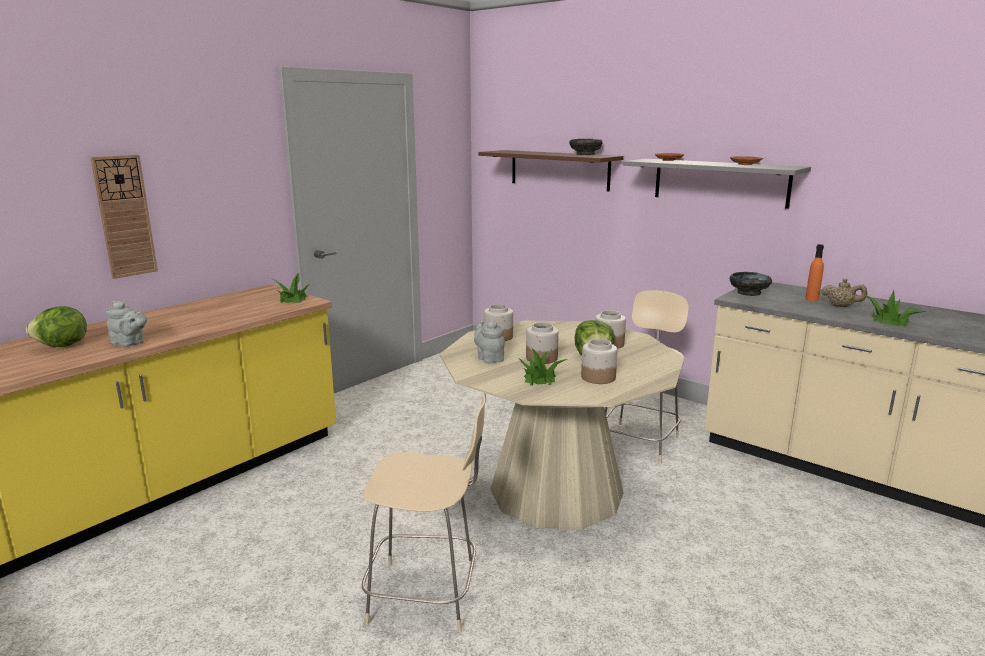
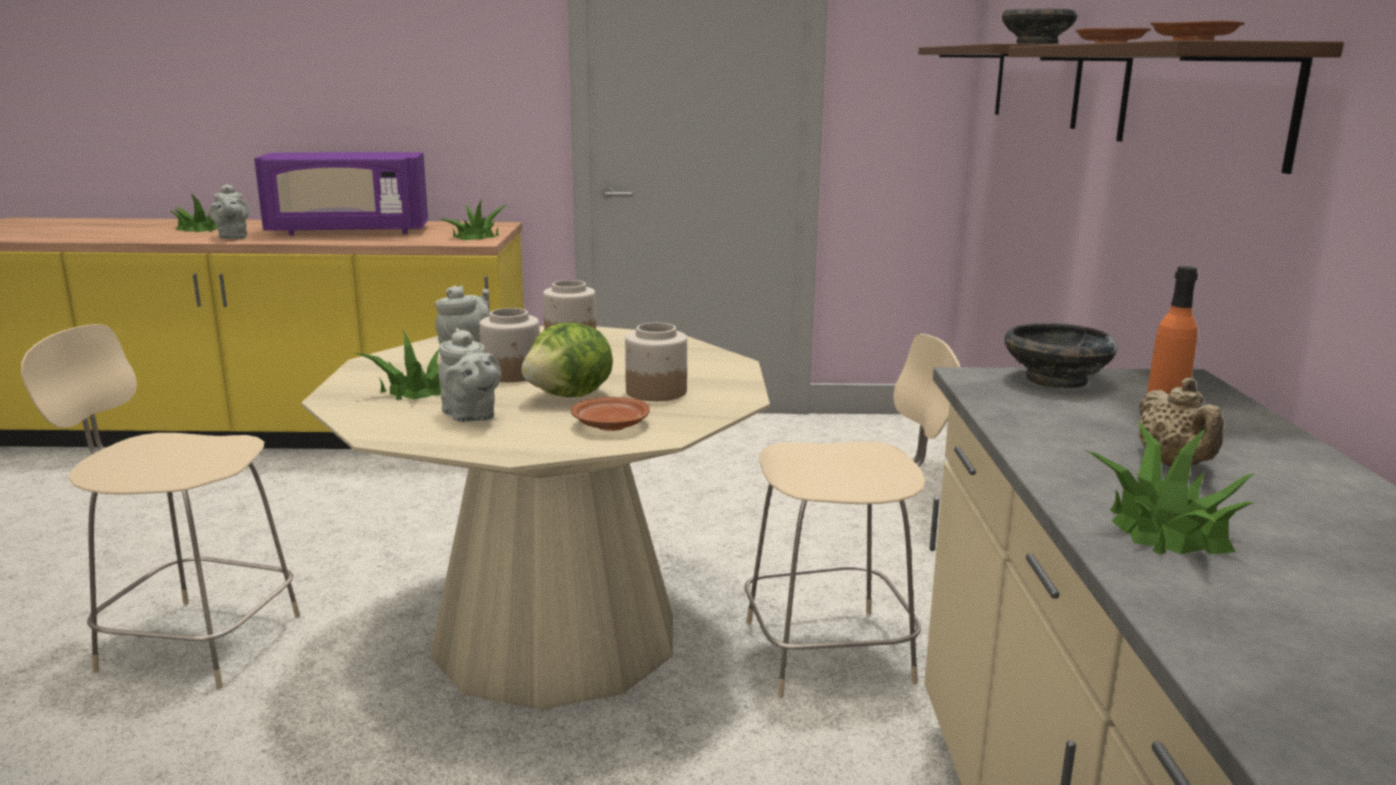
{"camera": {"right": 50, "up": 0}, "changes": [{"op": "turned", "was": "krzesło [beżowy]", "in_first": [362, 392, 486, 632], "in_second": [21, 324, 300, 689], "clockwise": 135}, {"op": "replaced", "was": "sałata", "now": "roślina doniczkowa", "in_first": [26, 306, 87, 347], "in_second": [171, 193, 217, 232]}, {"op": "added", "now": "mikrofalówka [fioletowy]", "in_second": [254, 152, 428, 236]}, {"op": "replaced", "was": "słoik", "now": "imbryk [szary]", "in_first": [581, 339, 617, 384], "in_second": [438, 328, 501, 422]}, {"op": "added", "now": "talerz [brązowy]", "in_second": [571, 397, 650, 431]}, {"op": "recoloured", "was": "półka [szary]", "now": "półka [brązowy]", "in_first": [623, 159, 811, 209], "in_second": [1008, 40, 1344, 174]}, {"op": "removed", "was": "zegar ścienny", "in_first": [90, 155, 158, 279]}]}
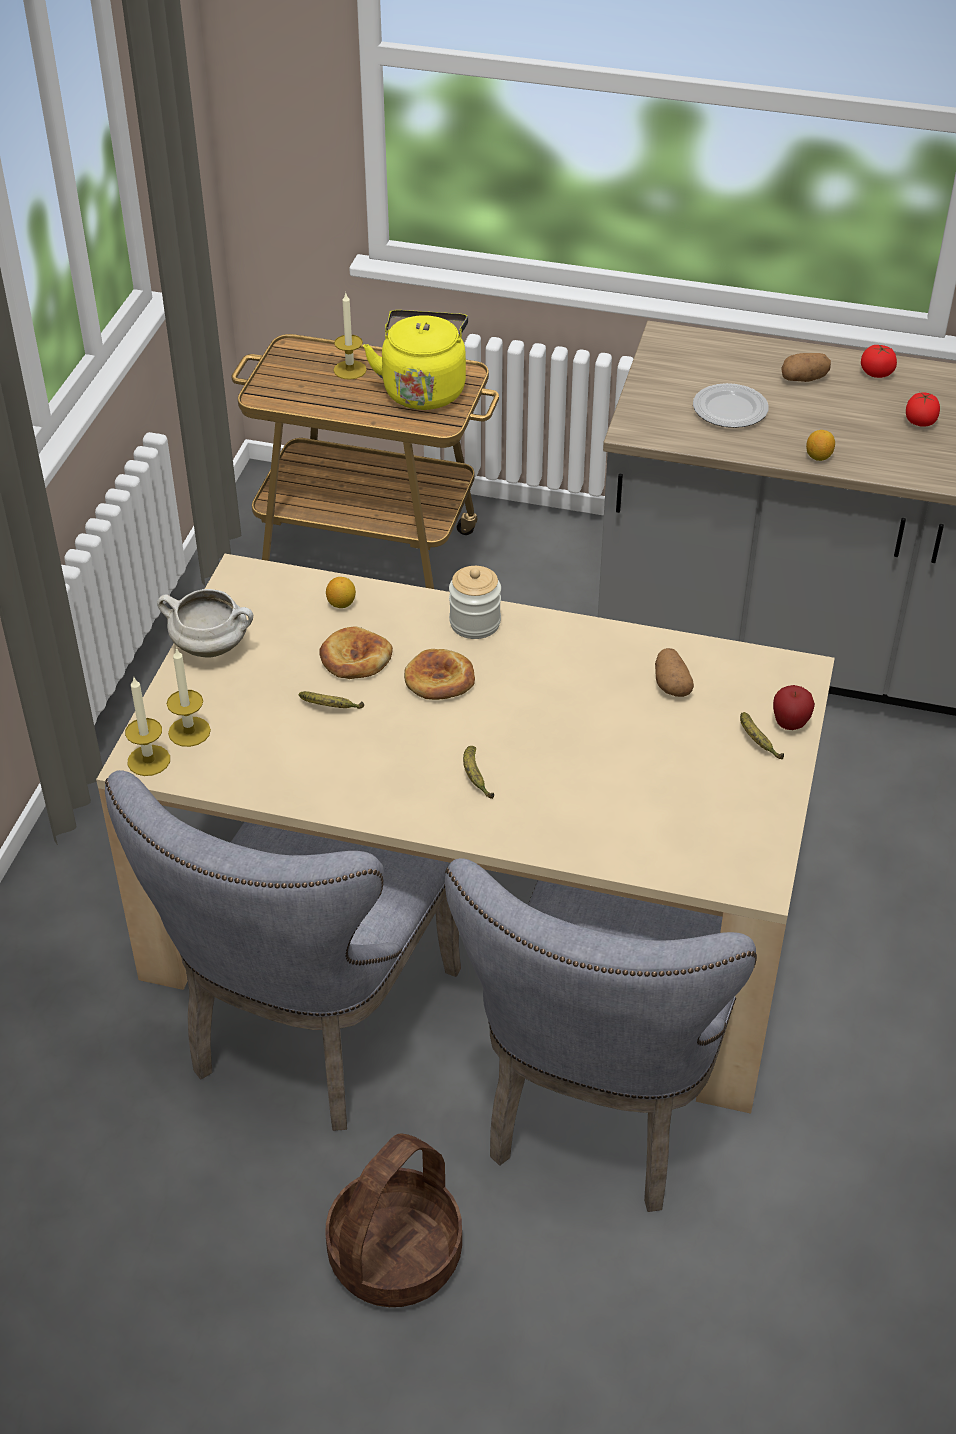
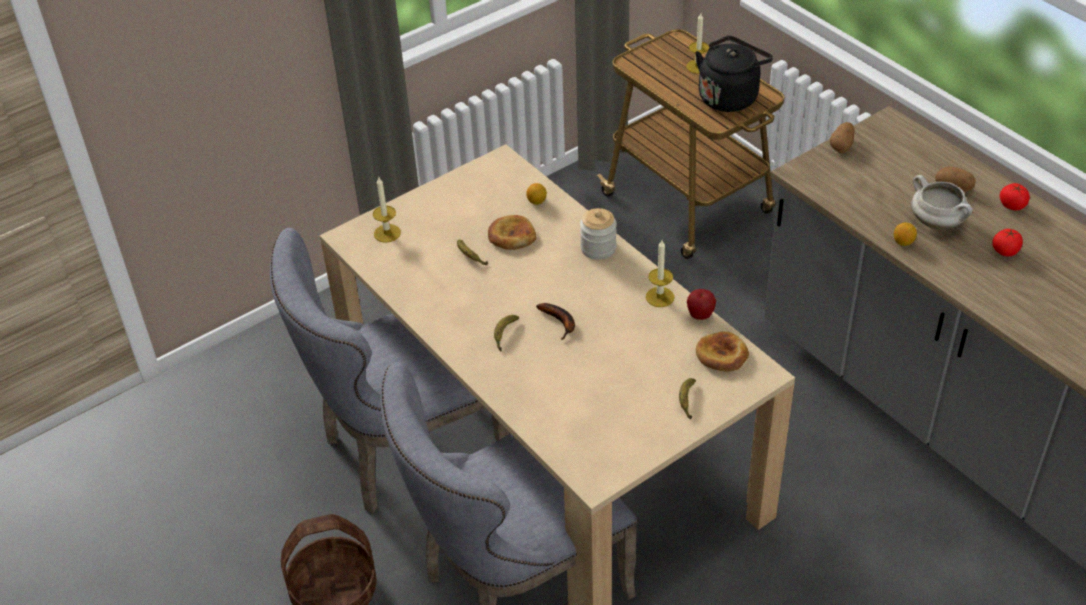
{"camera": {"right": 40, "up": 0}, "changes": [{"op": "added", "now": "banan", "in_second": [536, 303, 575, 340]}, {"op": "moved", "was": "świeca", "in_first": [125, 678, 170, 776], "in_second": [646, 240, 674, 307]}, {"op": "moved", "was": "jabłko", "in_first": [773, 685, 815, 730], "in_second": [687, 289, 716, 320]}, {"op": "recoloured", "was": "czajnik [żółty]", "now": "czajnik [czarny]", "in_first": [363, 310, 468, 410], "in_second": [695, 36, 773, 112]}, {"op": "moved", "was": "chleb", "in_first": [404, 649, 475, 700], "in_second": [696, 331, 749, 372]}, {"op": "moved", "was": "ziemniak", "in_first": [655, 648, 694, 697], "in_second": [830, 122, 855, 153]}, {"op": "moved", "was": "garnek [biały]", "in_first": [157, 589, 253, 658], "in_second": [911, 175, 973, 230]}, {"op": "removed", "was": "talerz", "in_first": [693, 383, 769, 428]}]}
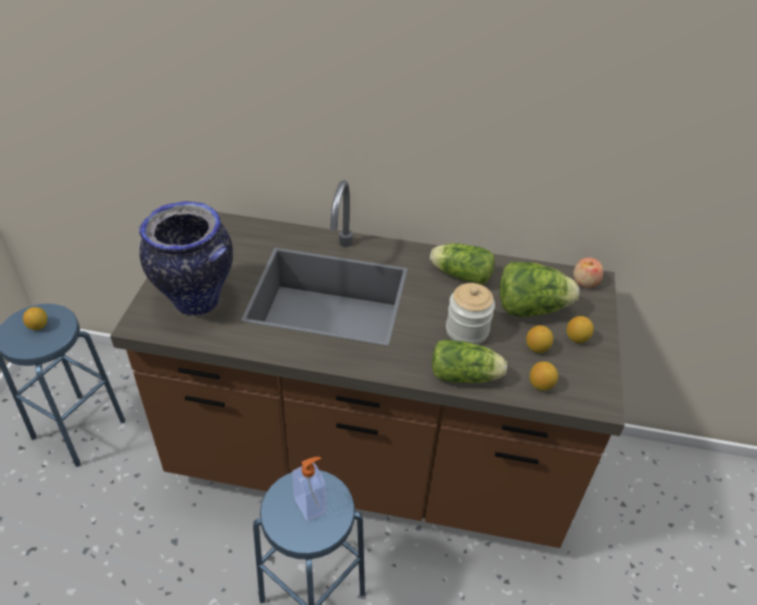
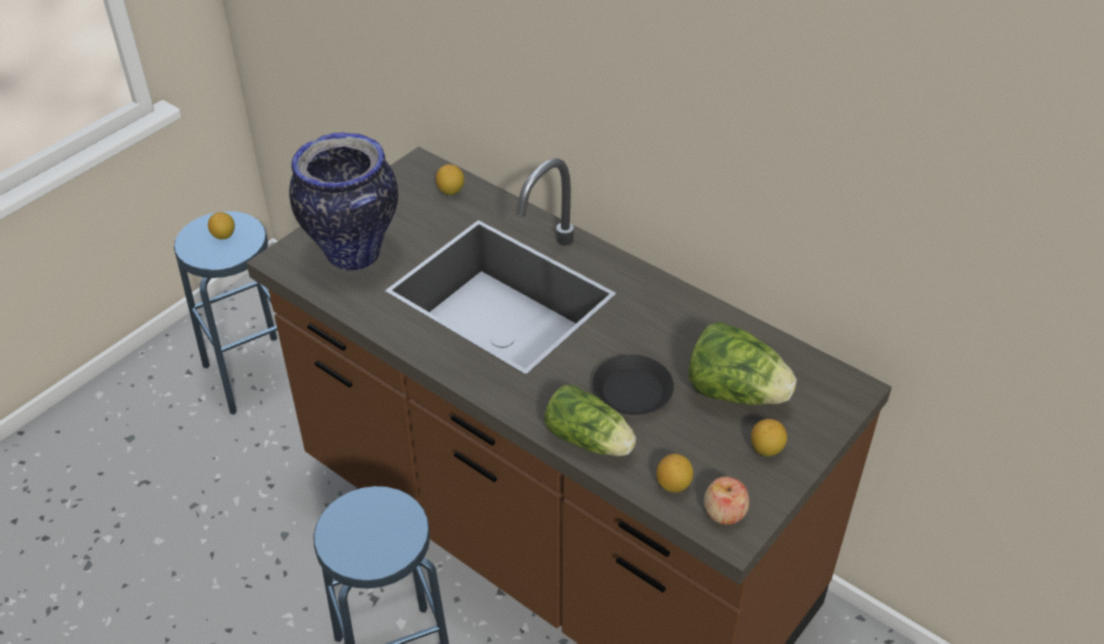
{"camera": {"right": 30, "up": 0}, "changes": [{"op": "moved", "was": "cytryna", "in_first": [526, 325, 553, 353], "in_second": [436, 164, 464, 195]}, {"op": "replaced", "was": "słoik", "now": "talerz [czarny]", "in_first": [446, 283, 495, 345], "in_second": [592, 355, 674, 415]}, {"op": "moved", "was": "jabłko", "in_first": [573, 258, 603, 288], "in_second": [704, 476, 749, 525]}, {"op": "removed", "was": "dozownik mydła", "in_first": [292, 457, 326, 521]}, {"op": "removed", "was": "sałata", "in_first": [430, 243, 495, 285]}]}
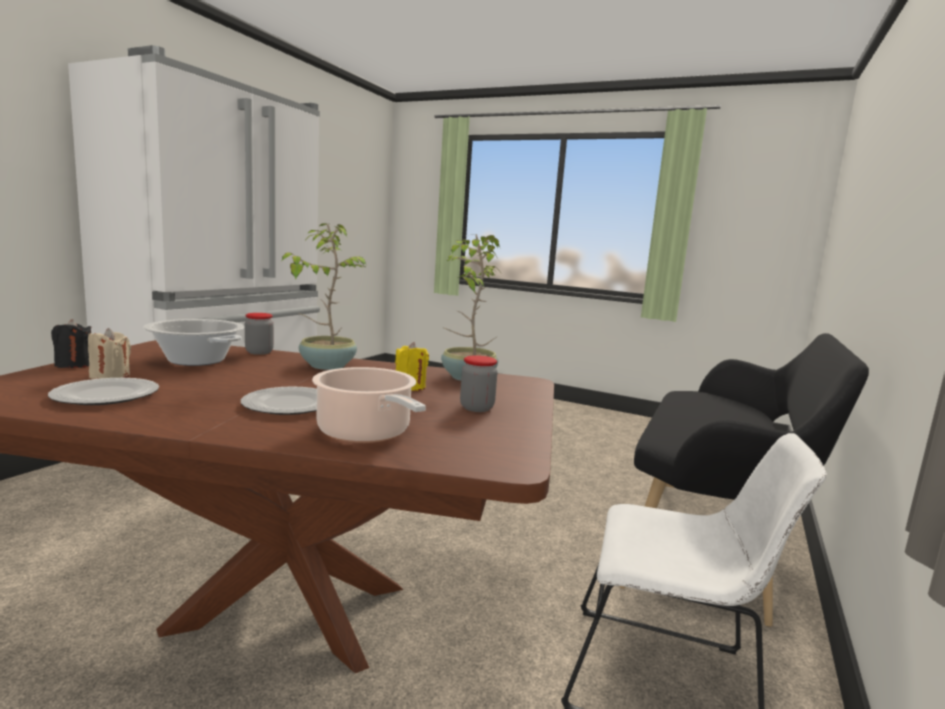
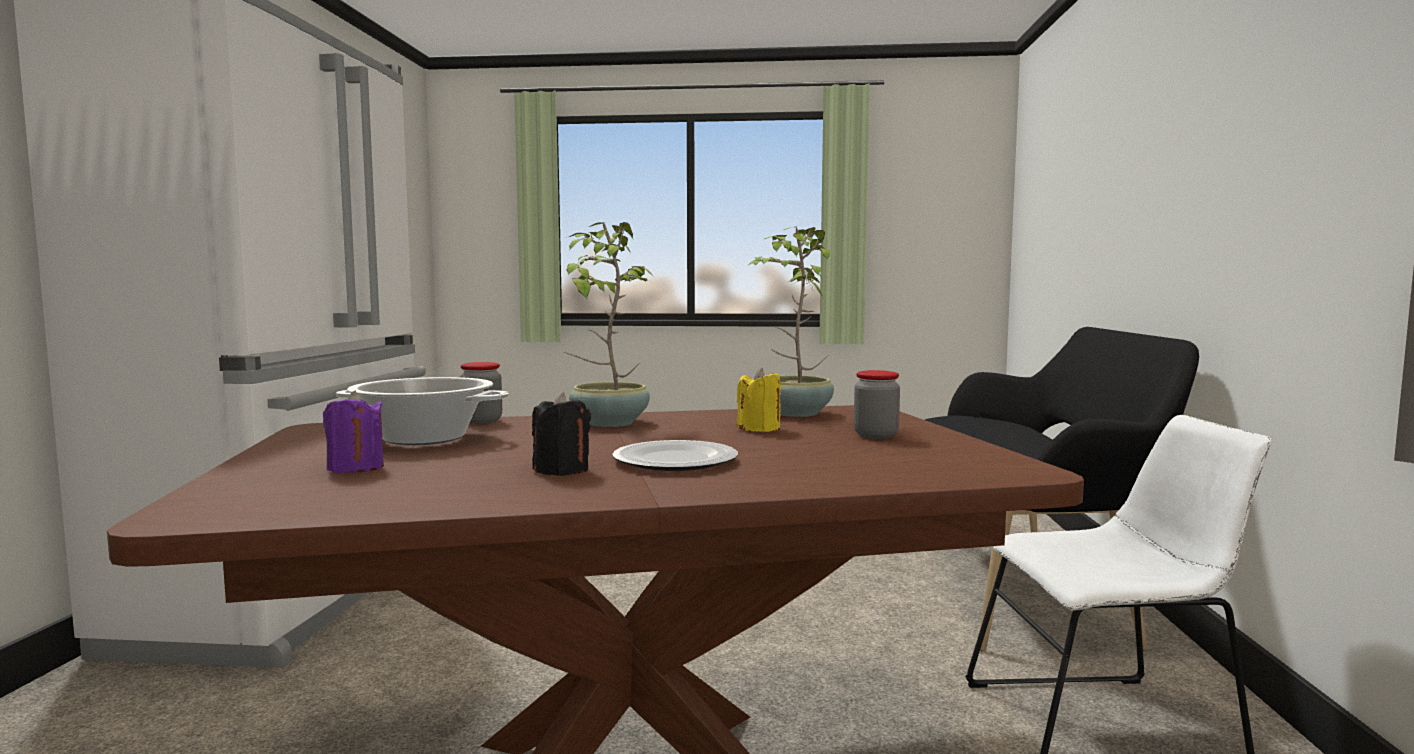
{"camera": {"right": -20, "up": -5}, "changes": [{"op": "recoloured", "was": "świeca [beżowy]", "now": "świeca [fioletowy]", "in_first": [88, 328, 131, 379], "in_second": [323, 391, 384, 473]}, {"op": "moved", "was": "świeca [czarny]", "in_first": [51, 319, 92, 368], "in_second": [532, 392, 591, 476]}, {"op": "removed", "was": "talerz", "in_first": [48, 378, 159, 405]}, {"op": "removed", "was": "garnek", "in_first": [312, 367, 426, 443]}]}
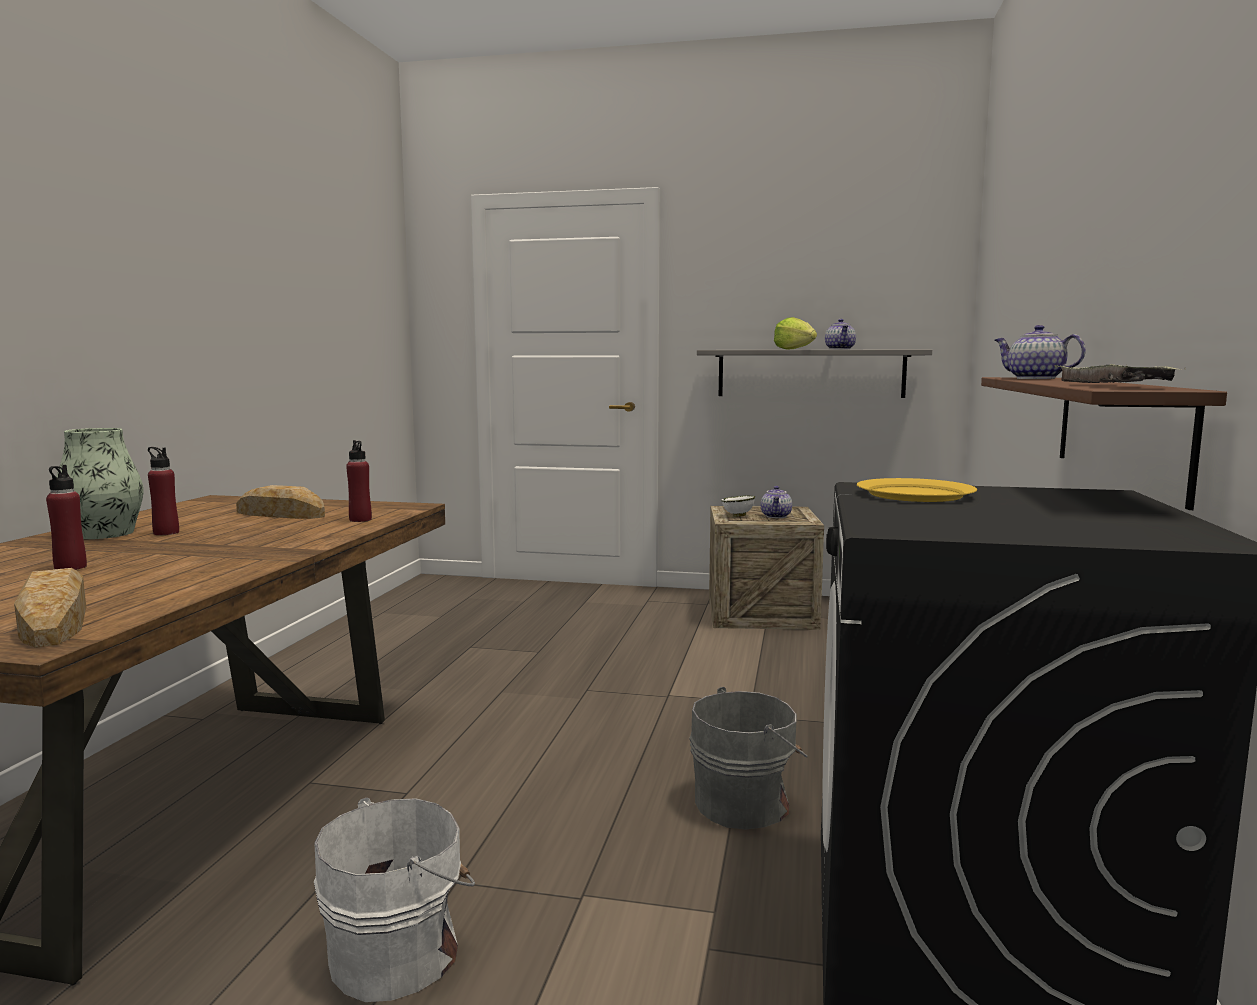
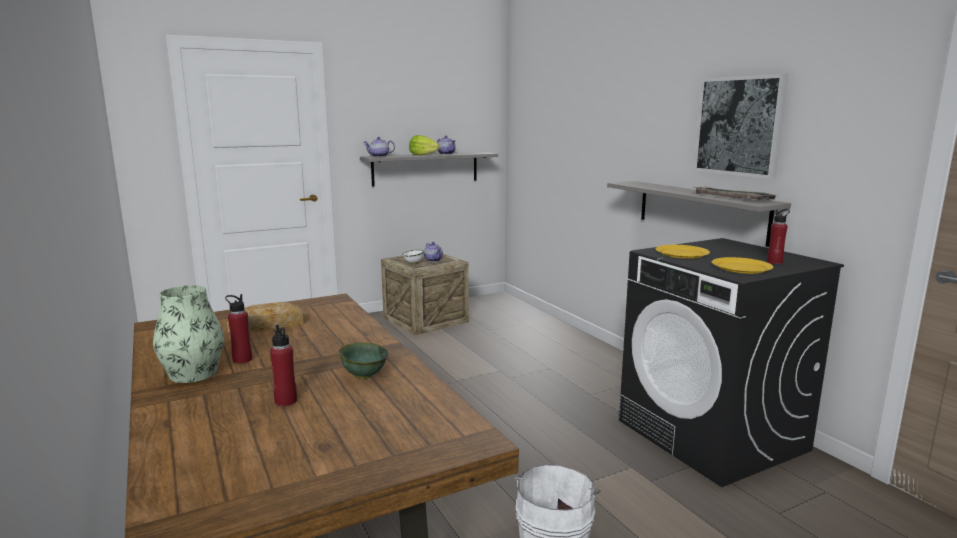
{"camera": {"right": -40, "up": 5}, "changes": [{"op": "added", "now": "miska [zielony]", "in_second": [339, 342, 389, 379]}, {"op": "moved", "was": "imbryk", "in_first": [994, 325, 1086, 379], "in_second": [364, 137, 395, 157]}, {"op": "recoloured", "was": "półka [brązowy]", "now": "półka [szary]", "in_first": [981, 377, 1227, 510], "in_second": [607, 181, 791, 247]}, {"op": "added", "now": "obraz", "in_second": [693, 74, 789, 179]}, {"op": "added", "now": "talerz [żółty]", "in_second": [712, 257, 773, 274]}, {"op": "moved", "was": "butelka [czerwony]", "in_first": [346, 440, 372, 522], "in_second": [767, 209, 790, 264]}, {"op": "removed", "was": "chleb", "in_first": [14, 568, 86, 648]}, {"op": "removed", "was": "wiadro [szary]", "in_first": [689, 687, 808, 830]}]}
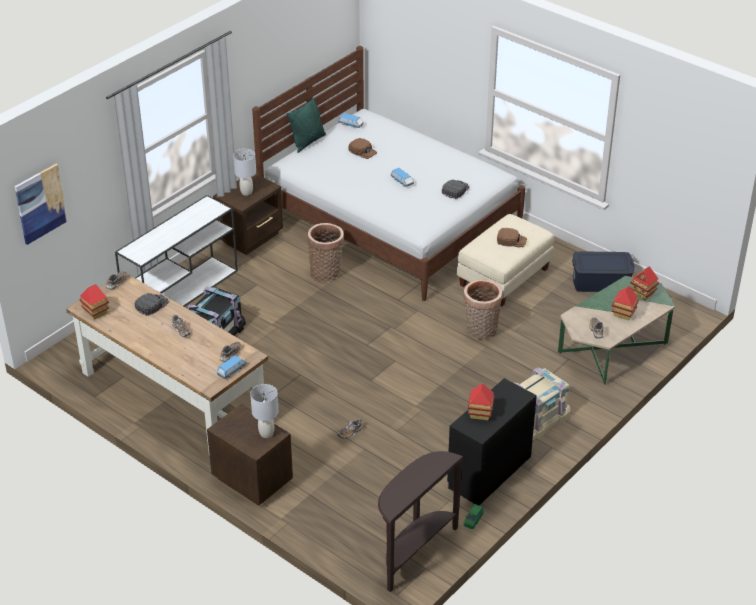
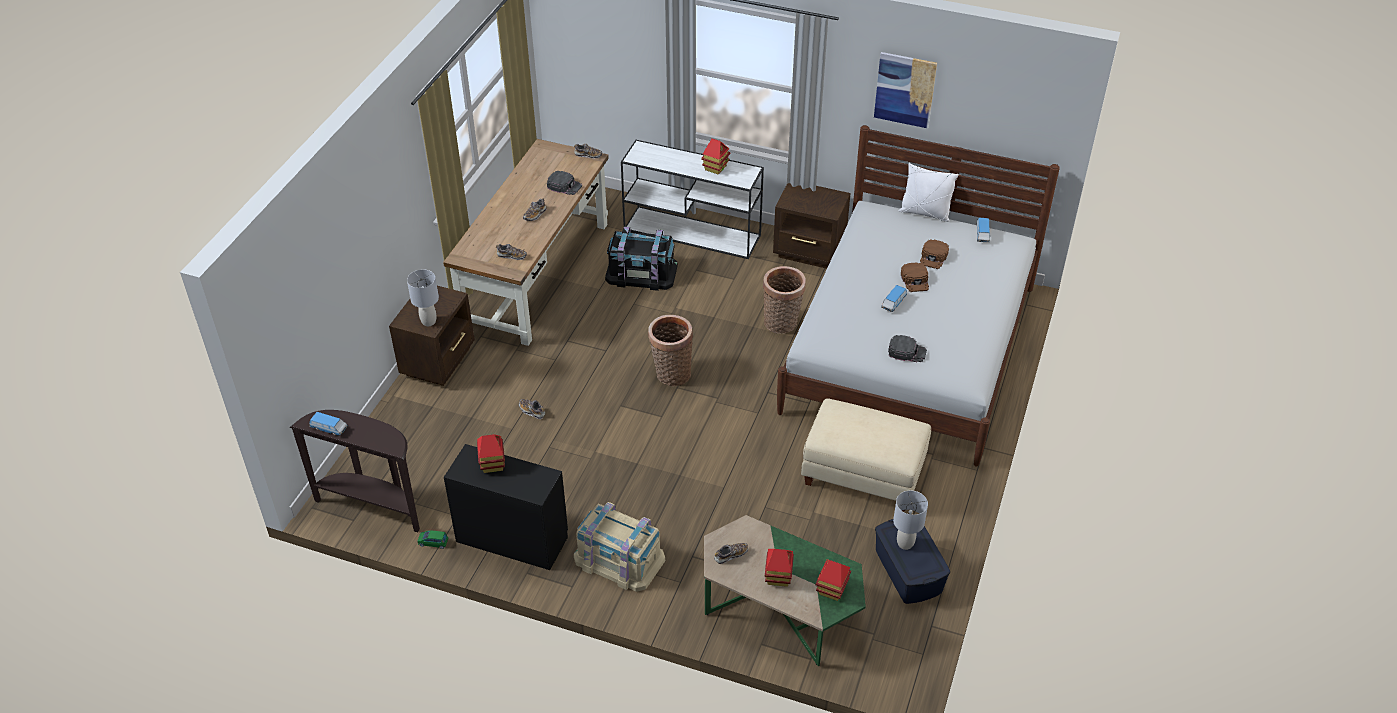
{"camera": {"right": 70, "up": 5}, "changes": [{"op": "moved", "was": "samochodzik", "in_first": [217, 355, 247, 379], "in_second": [309, 412, 348, 436]}, {"op": "moved", "was": "koszyk", "in_first": [464, 279, 502, 340], "in_second": [648, 315, 693, 386]}, {"op": "moved", "was": "domek", "in_first": [79, 284, 109, 319], "in_second": [701, 138, 730, 175]}, {"op": "moved", "was": "obraz", "in_first": [15, 164, 67, 245], "in_second": [874, 52, 937, 128]}, {"op": "moved", "was": "lampa stołowa [szary]", "in_first": [233, 149, 256, 196], "in_second": [893, 491, 928, 550]}, {"op": "recoloured", "was": "poduszka [zielony]", "now": "poduszka [biały]", "in_first": [286, 97, 326, 153], "in_second": [899, 163, 959, 222]}, {"op": "moved", "was": "czapka z daszkiem [brązowy]", "in_first": [497, 228, 527, 247], "in_second": [901, 262, 929, 292]}]}
